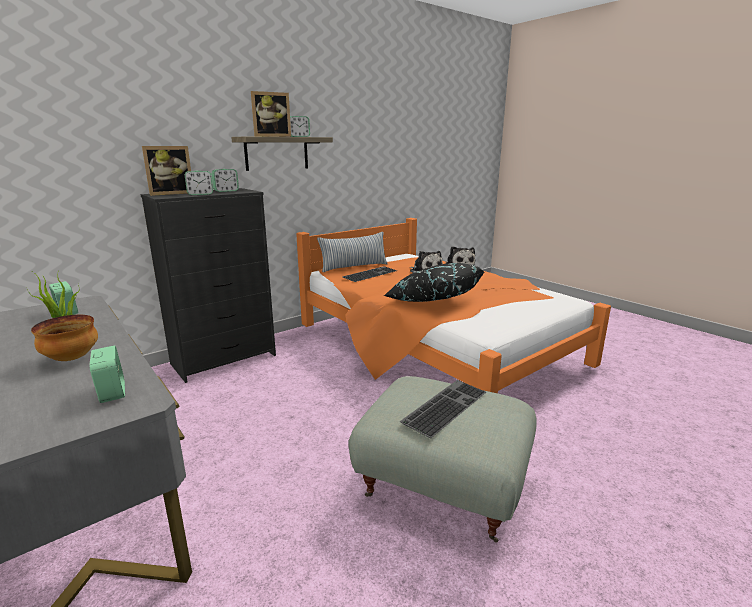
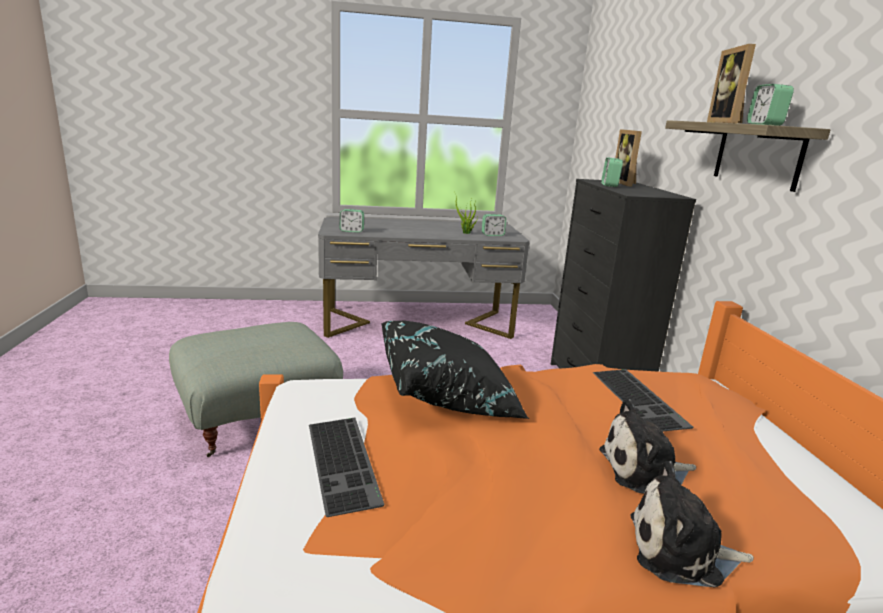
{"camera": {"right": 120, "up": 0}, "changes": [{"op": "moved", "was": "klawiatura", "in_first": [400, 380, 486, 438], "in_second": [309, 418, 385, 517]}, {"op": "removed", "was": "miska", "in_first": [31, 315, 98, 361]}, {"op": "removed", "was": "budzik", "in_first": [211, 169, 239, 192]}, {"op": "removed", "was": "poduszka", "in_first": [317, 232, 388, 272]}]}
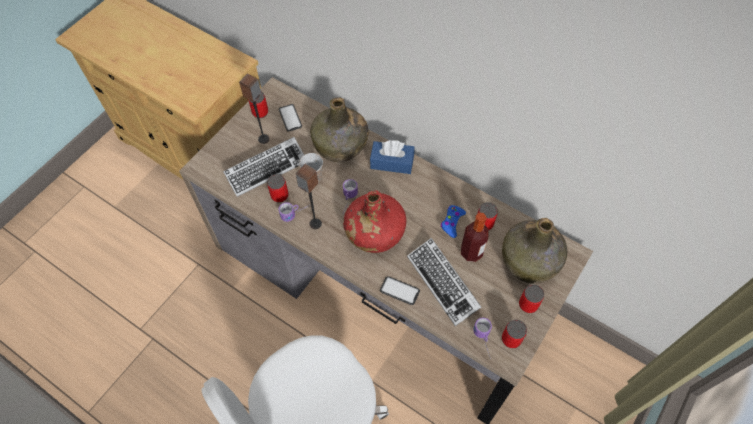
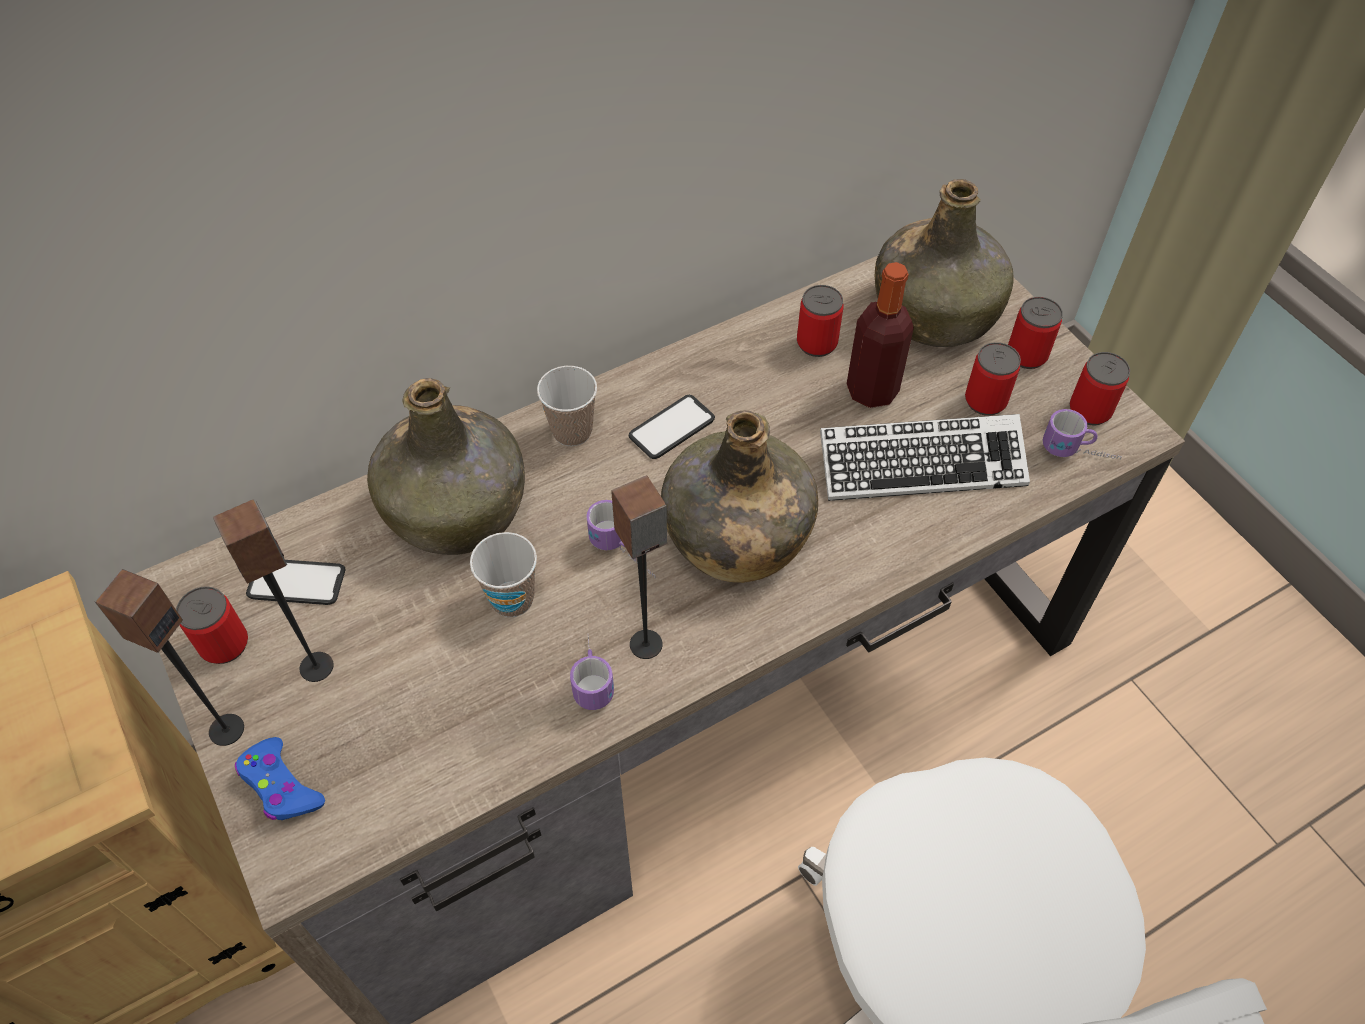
{"camera": {"right": -65, "up": -5}, "changes": [{"op": "added", "now": "głośnik", "in_second": [95, 569, 244, 746]}, {"op": "moved", "was": "pad do gier [niebieski]", "in_first": [441, 205, 466, 238], "in_second": [235, 737, 325, 820]}, {"op": "replaced", "was": "pudełko chusteczek [niebieski]", "now": "filiżanka", "in_first": [370, 140, 414, 174], "in_second": [537, 366, 597, 447]}, {"op": "moved", "was": "telefon", "in_first": [380, 276, 420, 305], "in_second": [629, 395, 715, 459]}, {"op": "recoloured", "was": "butelka [czerwony]", "now": "butelka [zielony]", "in_first": [343, 190, 406, 253], "in_second": [661, 410, 818, 583]}, {"op": "moved", "was": "puszka", "in_first": [267, 174, 289, 203], "in_second": [965, 342, 1021, 416]}, {"op": "removed", "was": "klawiatura", "in_first": [223, 137, 304, 197]}]}
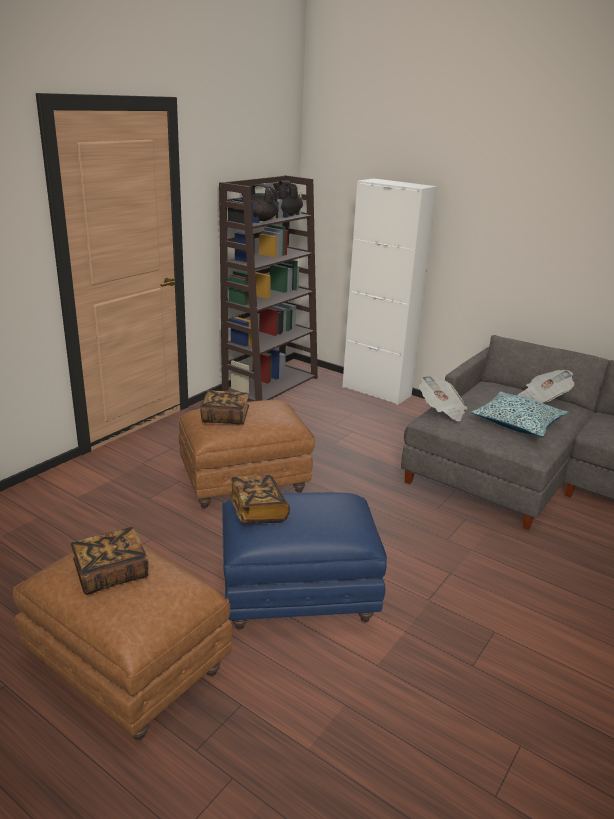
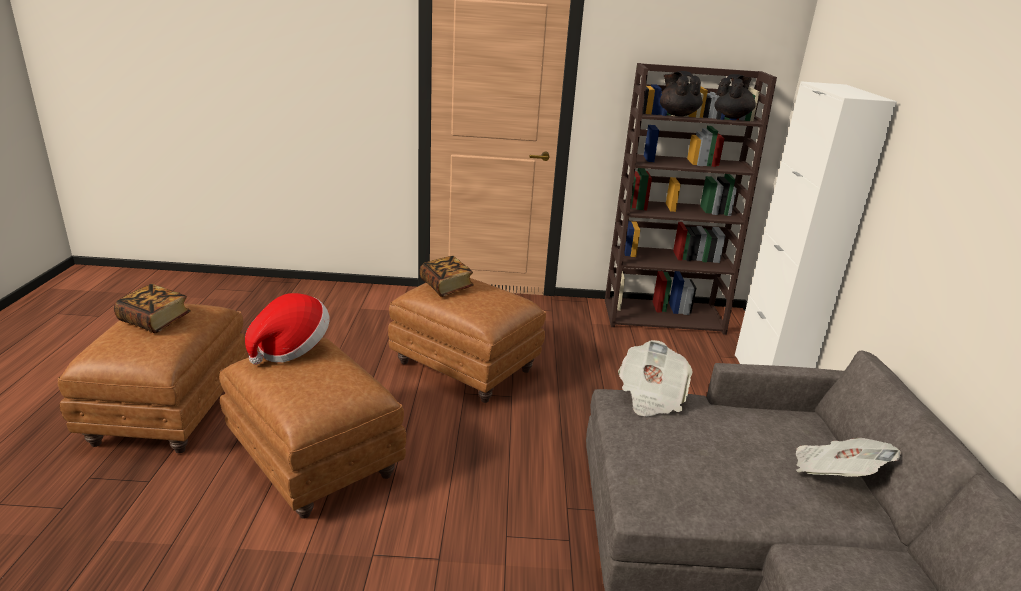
{"camera": {"right": 55, "up": 0}, "changes": [{"op": "recoloured", "was": "pufa [niebieski]", "now": "pufa [brązowy]", "in_first": [222, 492, 387, 629], "in_second": [219, 337, 406, 519]}, {"op": "replaced", "was": "książka", "now": "kapelusz", "in_first": [230, 475, 290, 523], "in_second": [245, 293, 330, 364]}, {"op": "removed", "was": "poduszka", "in_first": [471, 392, 569, 437]}]}
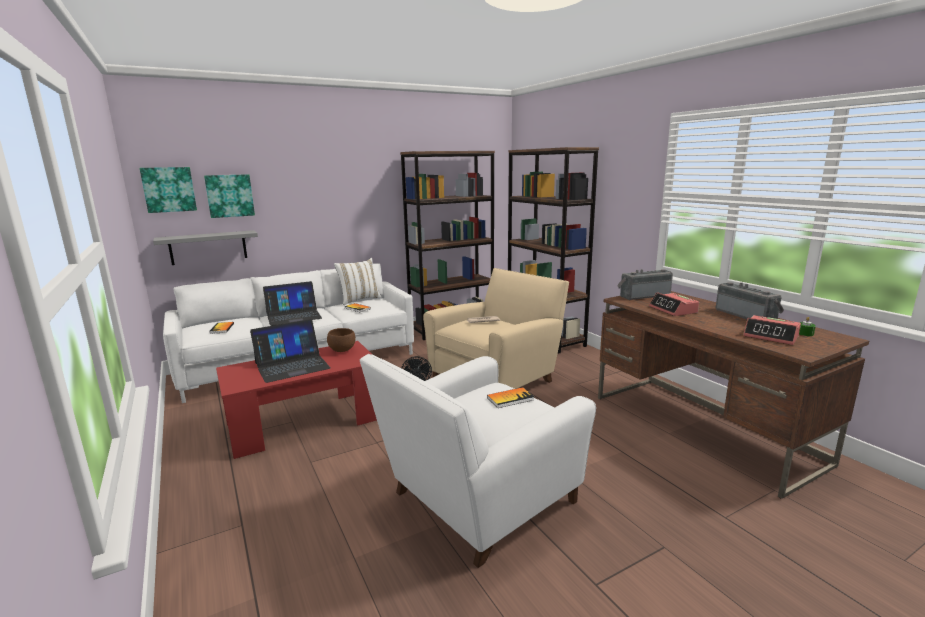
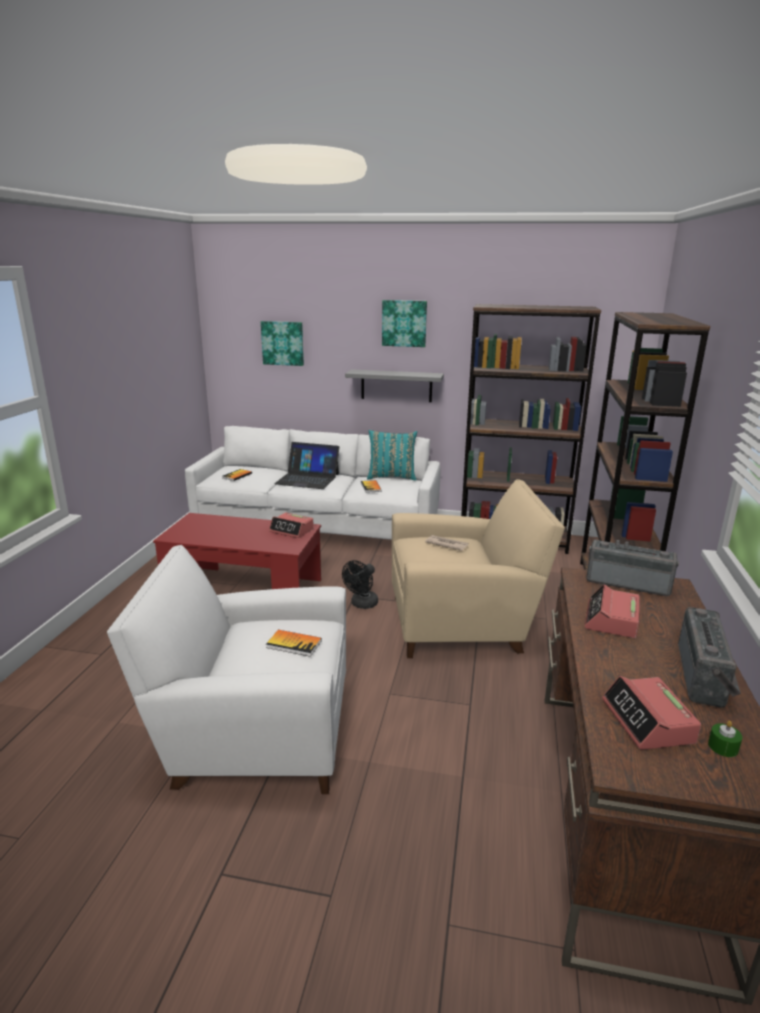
{"camera": {"right": 40, "up": 5}, "changes": [{"op": "replaced", "was": "miska [brązowy]", "now": "budzik", "in_first": [327, 328, 356, 352], "in_second": [269, 512, 314, 538]}, {"op": "moved", "was": "półka [szary]", "in_first": [153, 230, 258, 265], "in_second": [345, 369, 444, 402]}, {"op": "recoloured", "was": "poduszka [biały]", "now": "poduszka [turkusowy]", "in_first": [334, 258, 382, 305], "in_second": [367, 430, 417, 481]}, {"op": "moved", "was": "obraz", "in_first": [140, 167, 197, 213], "in_second": [382, 300, 427, 347]}, {"op": "removed", "was": "laptop", "in_first": [250, 319, 331, 383]}]}
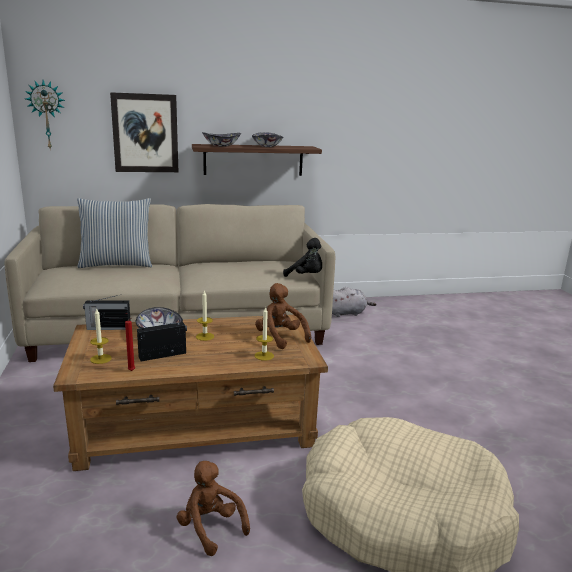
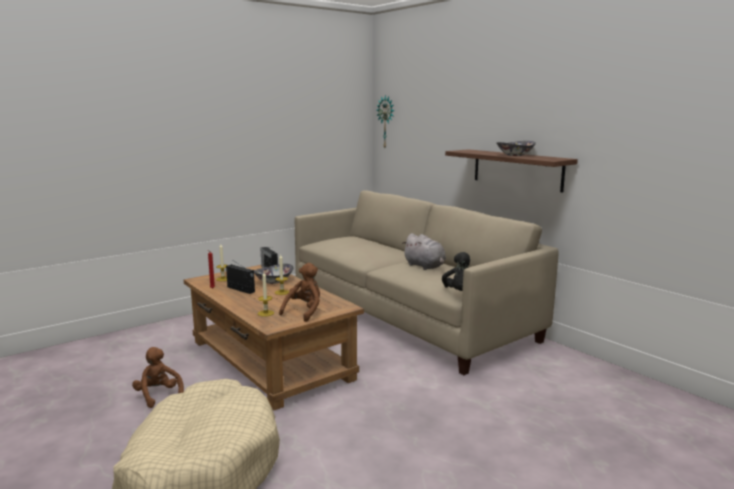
{"camera": {"right": 65, "up": -5}, "changes": [{"op": "turned", "was": "pluszak [brązowy]", "in_first": [176, 461, 250, 556], "in_second": [132, 347, 184, 408], "clockwise": -60}, {"op": "moved", "was": "pluszak [szary]", "in_first": [332, 287, 377, 317], "in_second": [402, 233, 446, 270]}, {"op": "removed", "was": "poduszka", "in_first": [77, 198, 152, 268]}, {"op": "removed", "was": "obraz", "in_first": [110, 92, 178, 172]}, {"op": "removed", "was": "miska", "in_first": [202, 132, 241, 147]}]}
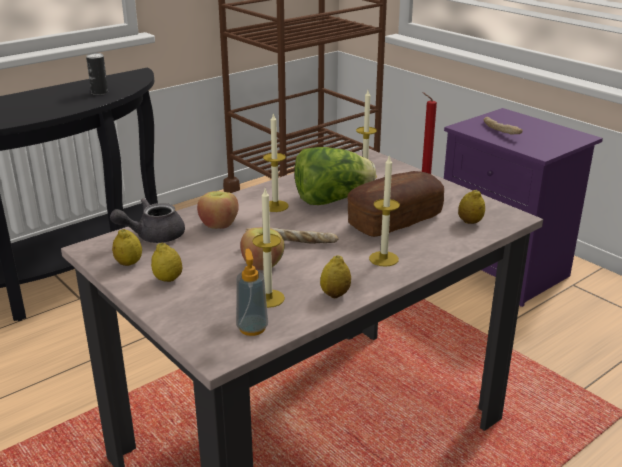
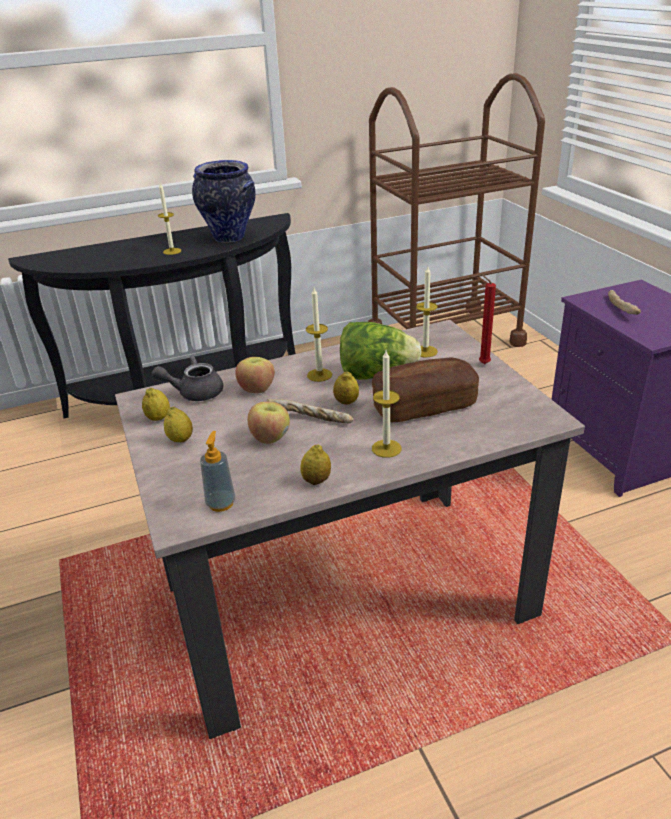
{"camera": {"right": 20, "up": 5}, "changes": [{"op": "moved", "was": "świeca", "in_first": [252, 189, 285, 308], "in_second": [158, 183, 181, 255]}, {"op": "replaced", "was": "puszka", "now": "wazon", "in_first": [86, 53, 108, 95], "in_second": [192, 160, 256, 243]}, {"op": "moved", "was": "cytryna", "in_first": [458, 189, 485, 224], "in_second": [333, 371, 359, 404]}]}
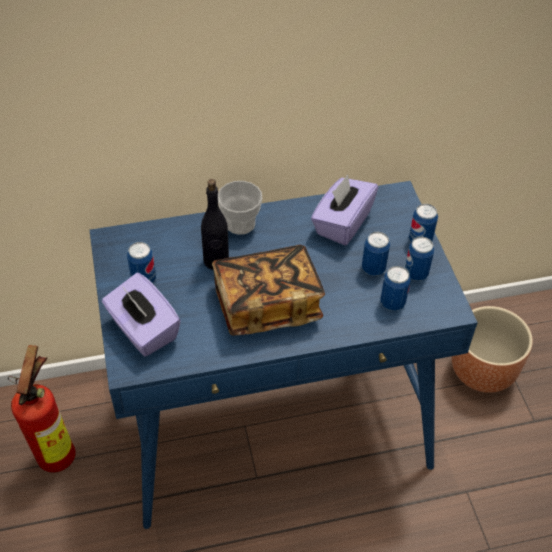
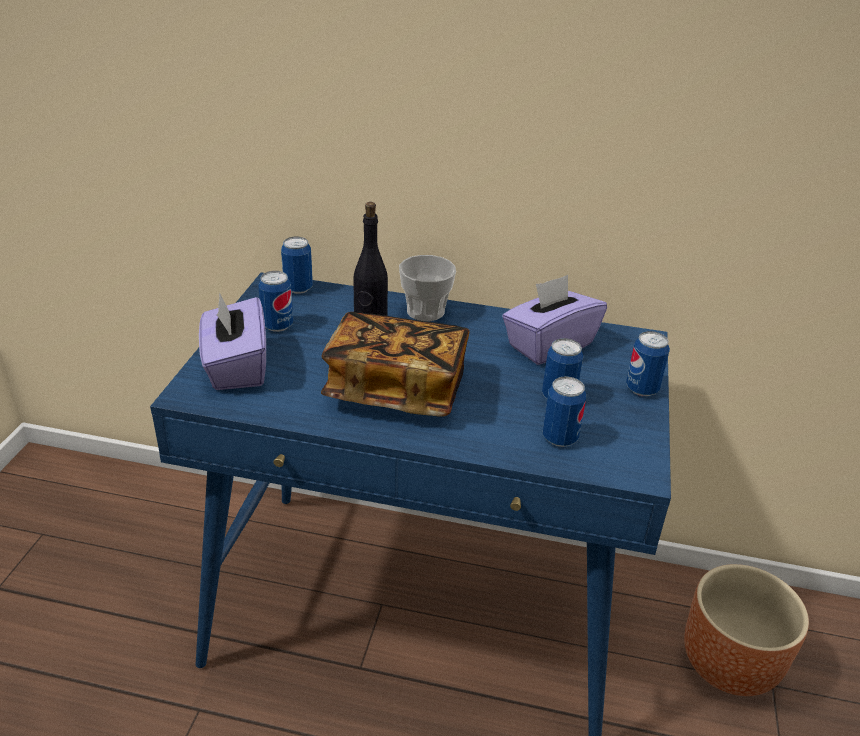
{"camera": {"right": 25, "up": -15}, "changes": [{"op": "moved", "was": "puszka", "in_first": [405, 236, 434, 281], "in_second": [281, 237, 313, 294]}, {"op": "removed", "was": "gaśnica", "in_first": [8, 345, 76, 472]}]}
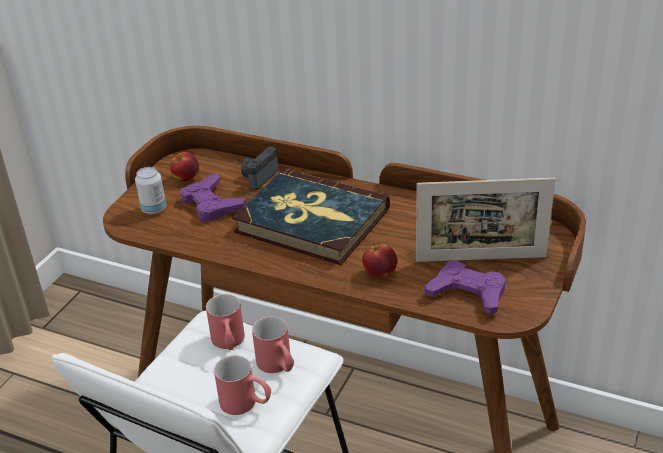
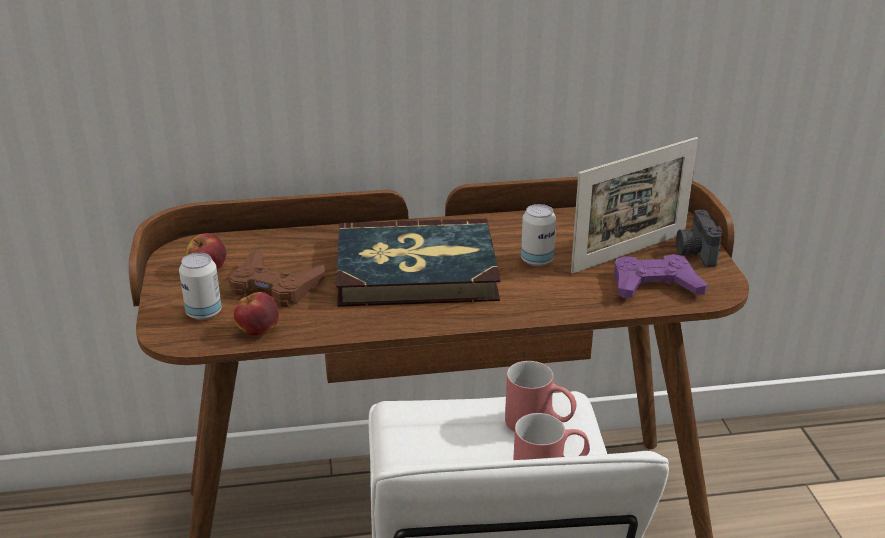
{"camera": {"right": -35, "up": -5}, "changes": [{"op": "recoloured", "was": "pad do gier [fioletowy]", "now": "pad do gier [brązowy]", "in_first": [180, 173, 246, 222], "in_second": [229, 249, 325, 307]}, {"op": "moved", "was": "jabłko", "in_first": [362, 244, 397, 277], "in_second": [234, 292, 279, 336]}, {"op": "added", "now": "puszka", "in_second": [521, 204, 556, 266]}, {"op": "moved", "was": "aparat fotograficzny", "in_first": [241, 147, 278, 190], "in_second": [676, 210, 722, 267]}, {"op": "removed", "was": "kubek [czerwony]", "in_first": [206, 294, 245, 350]}]}
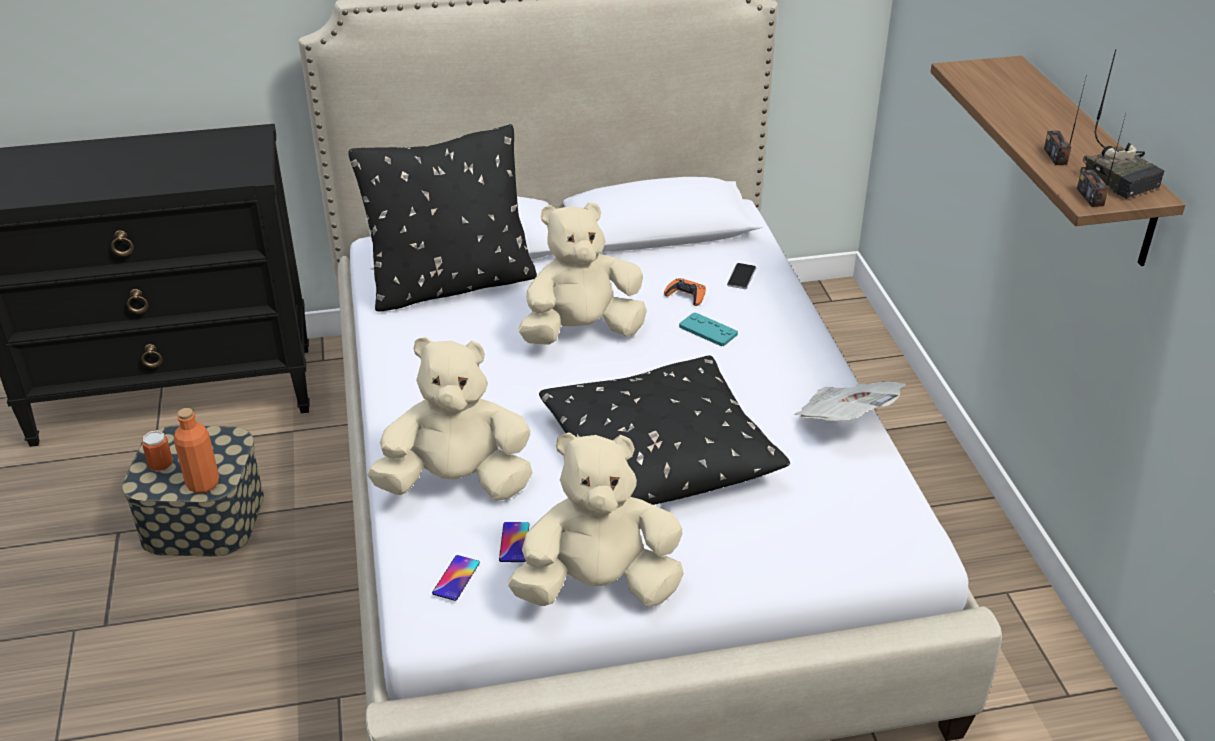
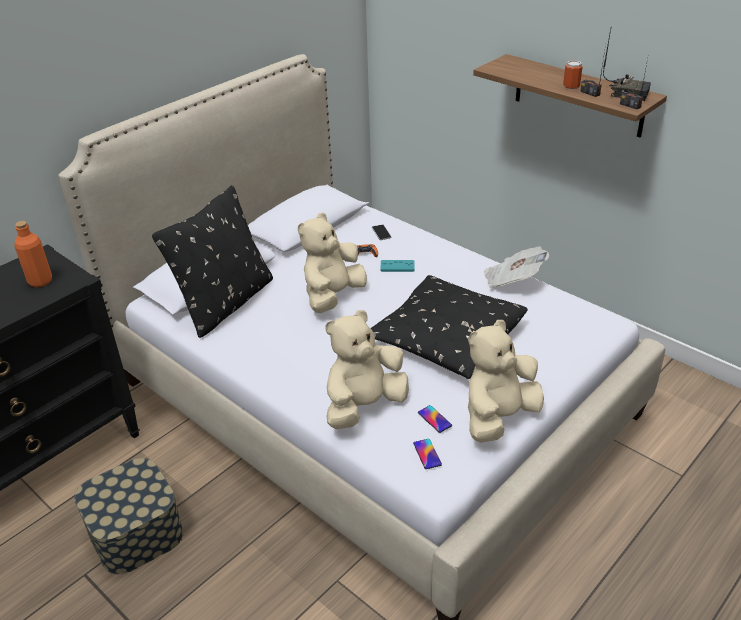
{"camera": {"right": -35, "up": 0}, "changes": [{"op": "moved", "was": "butelka [pomarańczowy]", "in_first": [174, 408, 219, 493], "in_second": [14, 221, 52, 287]}, {"op": "moved", "was": "puszka", "in_first": [142, 430, 172, 472], "in_second": [563, 60, 583, 90]}]}
